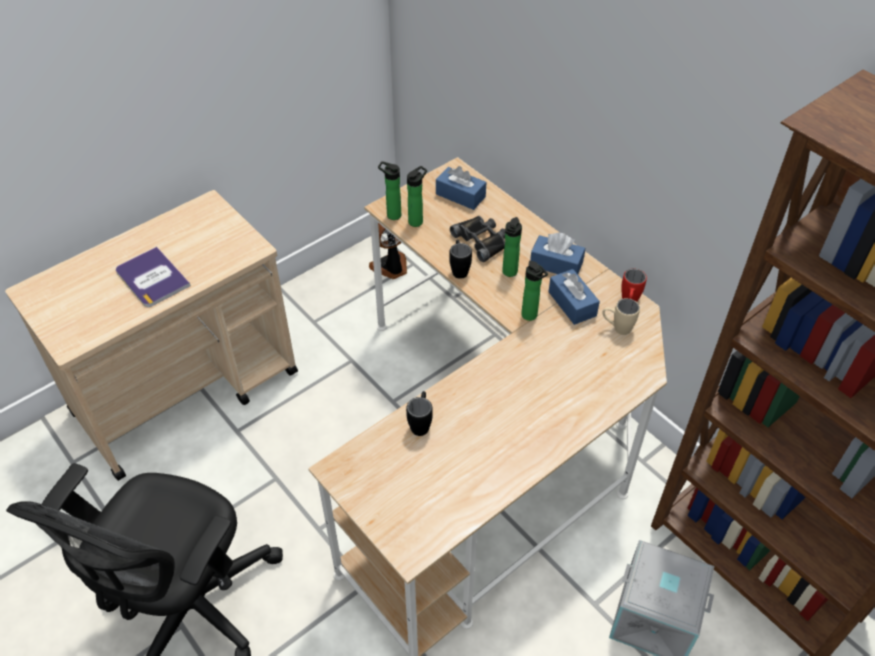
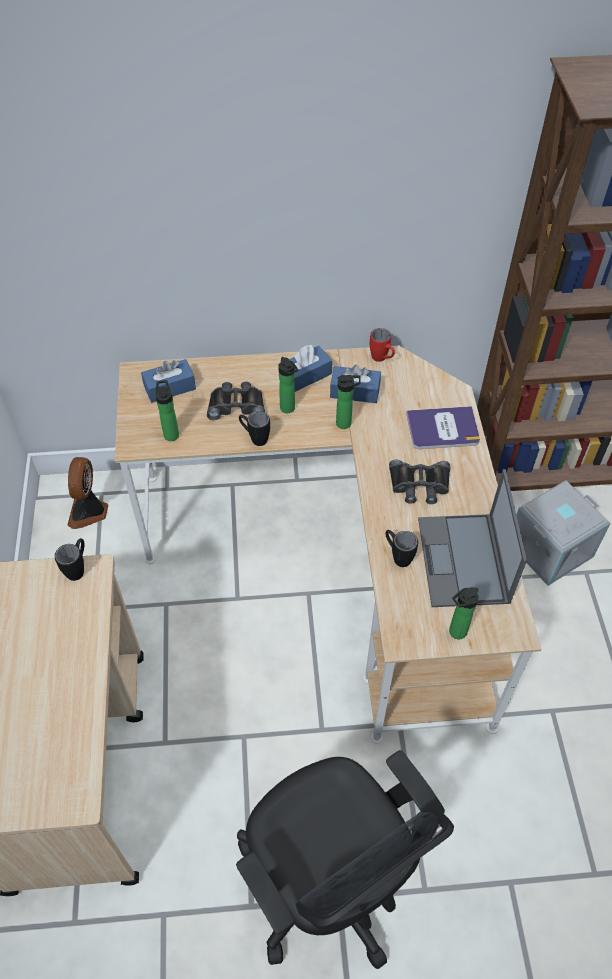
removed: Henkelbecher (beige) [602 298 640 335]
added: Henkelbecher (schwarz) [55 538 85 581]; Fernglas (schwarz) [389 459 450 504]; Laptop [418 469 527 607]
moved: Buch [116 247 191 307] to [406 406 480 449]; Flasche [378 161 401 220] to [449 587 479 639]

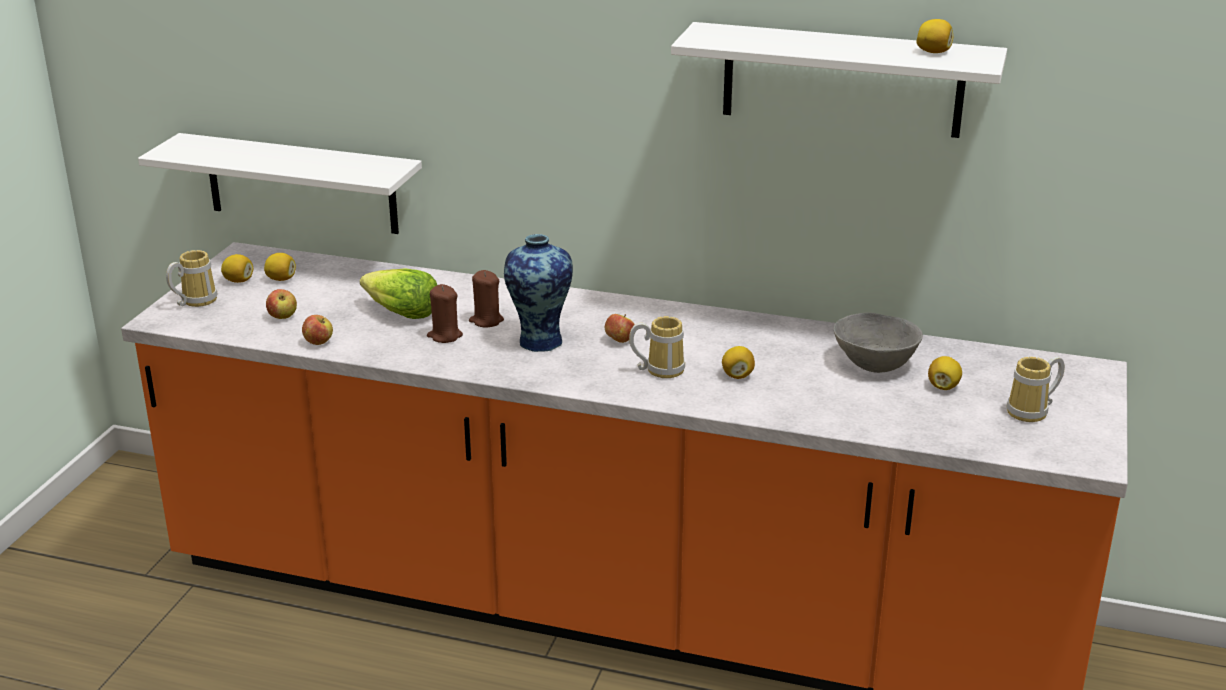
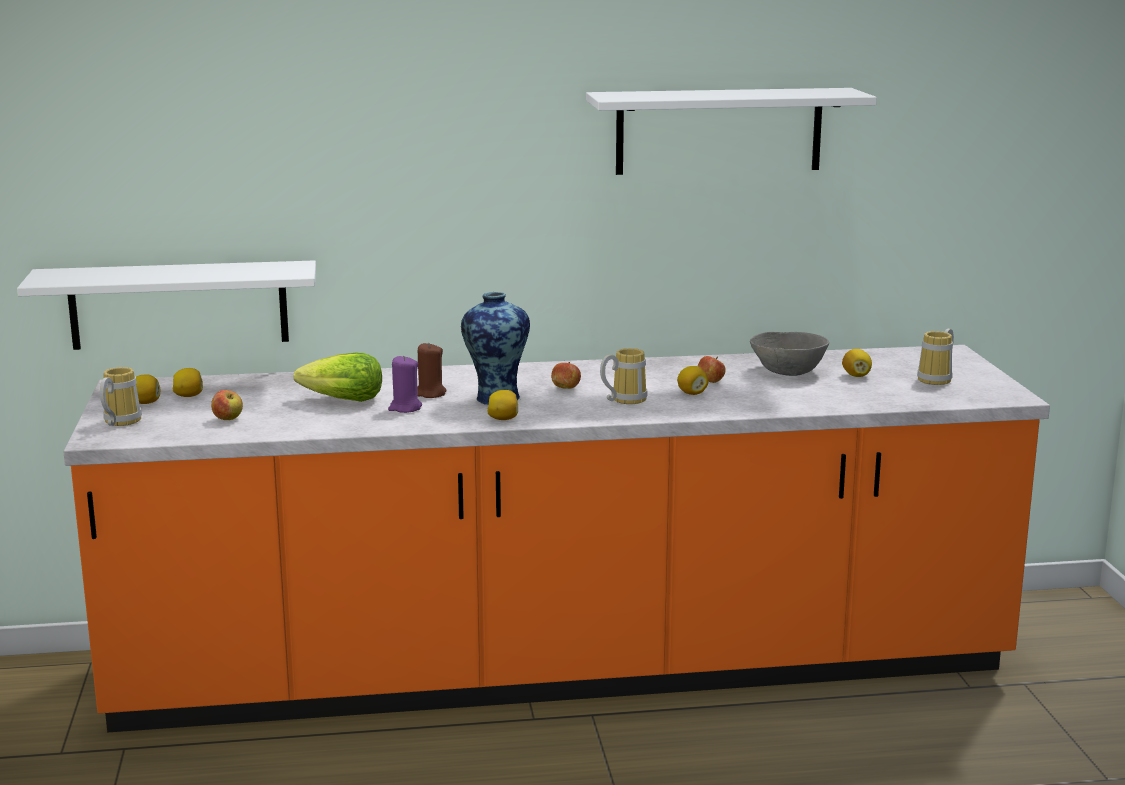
moved: Zitrone [917 19 953 53] to [487 390 518 420]; Apfel [302 315 333 345] to [698 356 726 383]
recoloured: Kerze (braun) [427 284 463 343] to Kerze (lila) [388 356 422 413]

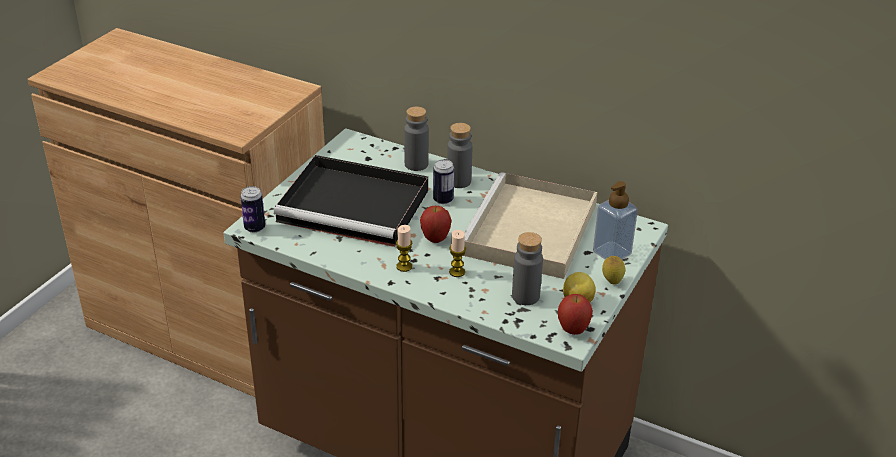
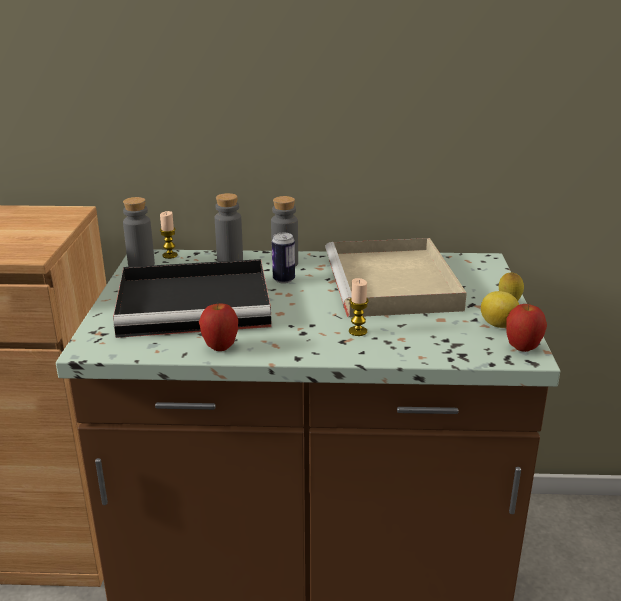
removed: Dose [240 186 265 233]; Seifenspender [593 181 638 260]
moved: Flasche (grau) [512 232 543 305] to [123 197 155 267]; Kerze [396 225 412 272] to [160 211 178 259]; Apfel [420 206 452 243] to [199 303 238 351]

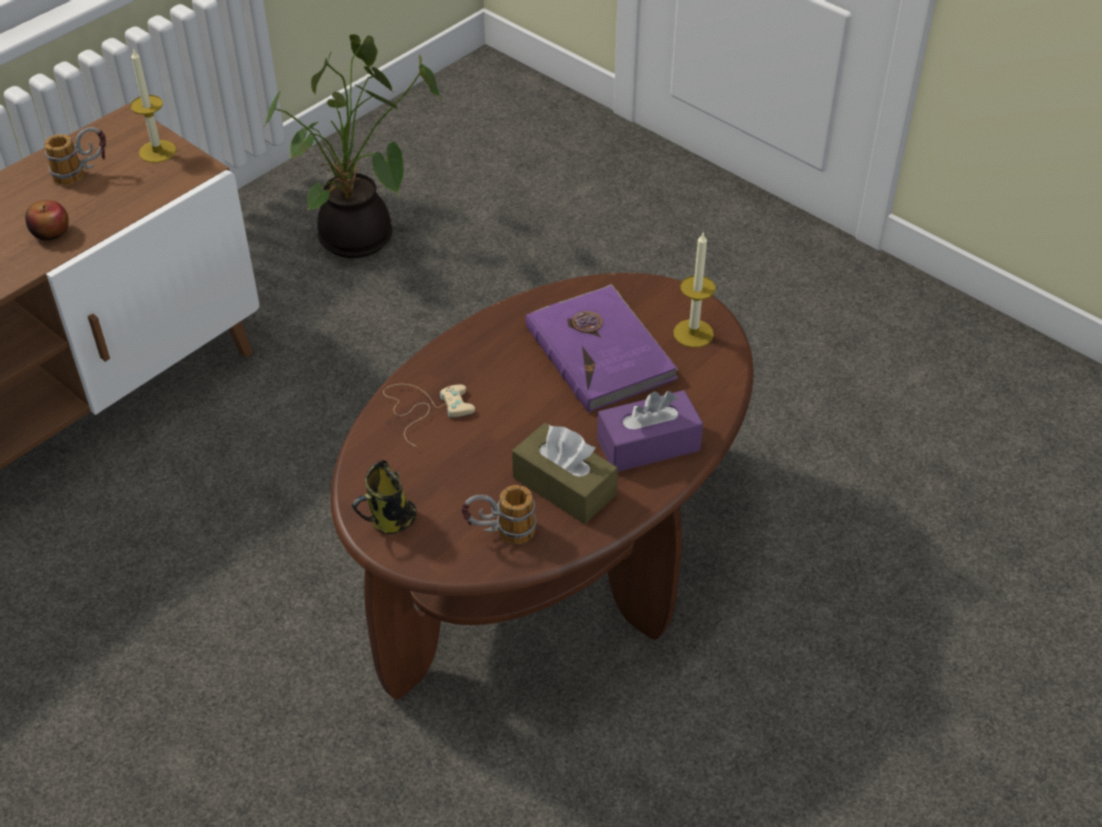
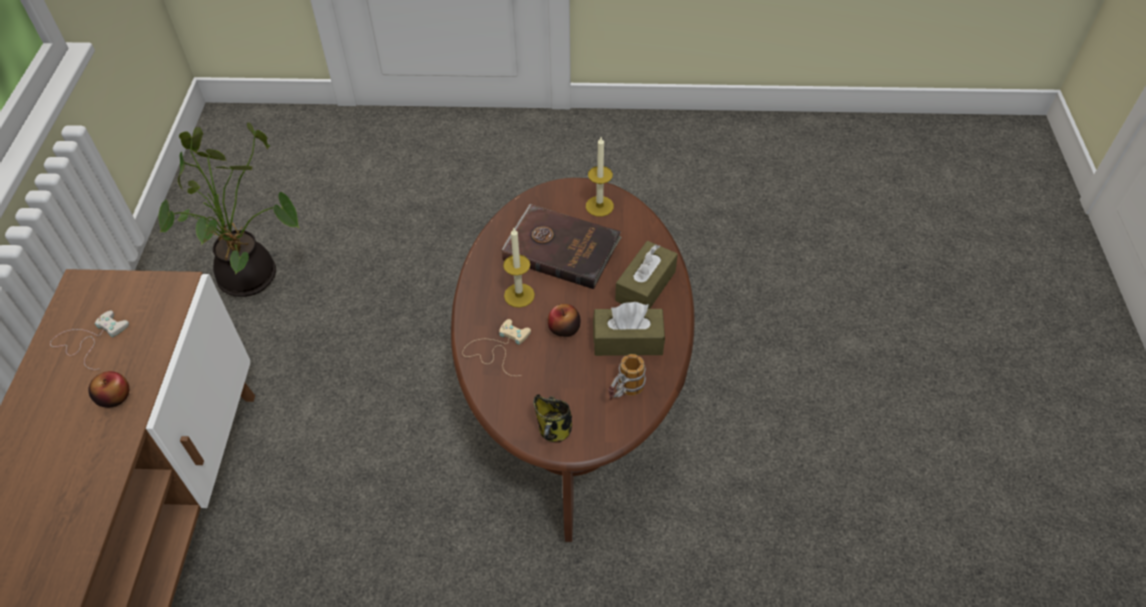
added: Apfel [548 304 580 337]
moved: Kerze [130 48 176 163] to [503 228 535 308]
replaced: Henkelbecher [44 127 106 185] to Gamepad (weiß) [50 311 129 369]
recoloured: Buch (lila) [526 284 678 413] to Buch (braun) [502 204 622 289]; Taschentuchbox (lila) [597 390 703 472] to Taschentuchbox (braun) [615 241 678 309]

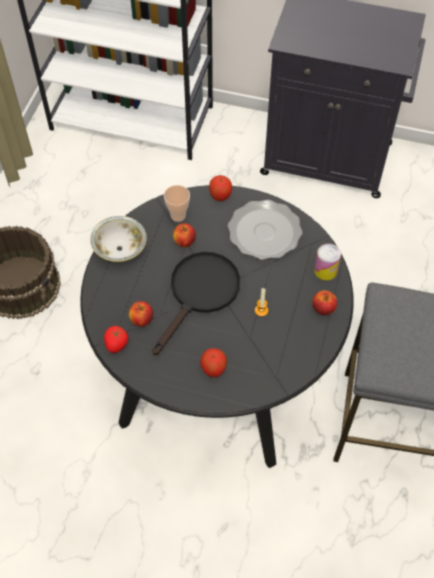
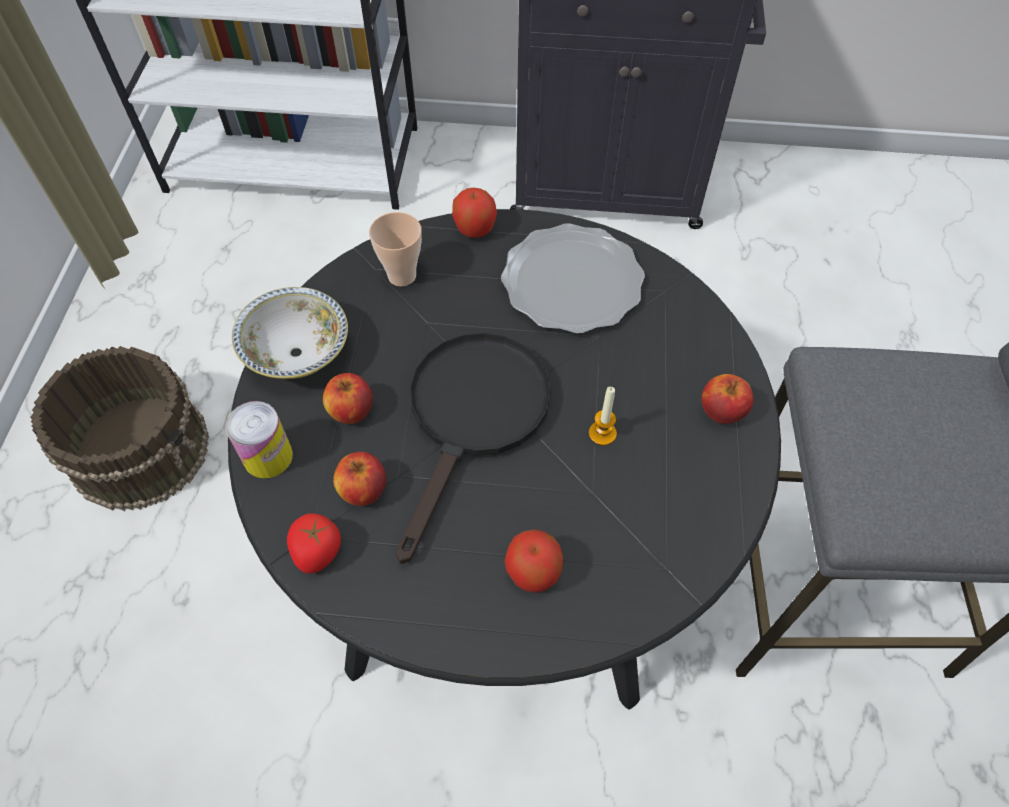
moved: Dose [314 244 341 281] to [225 401 293 479]; Apfel [173 223 196 247] to [323 373 373 424]

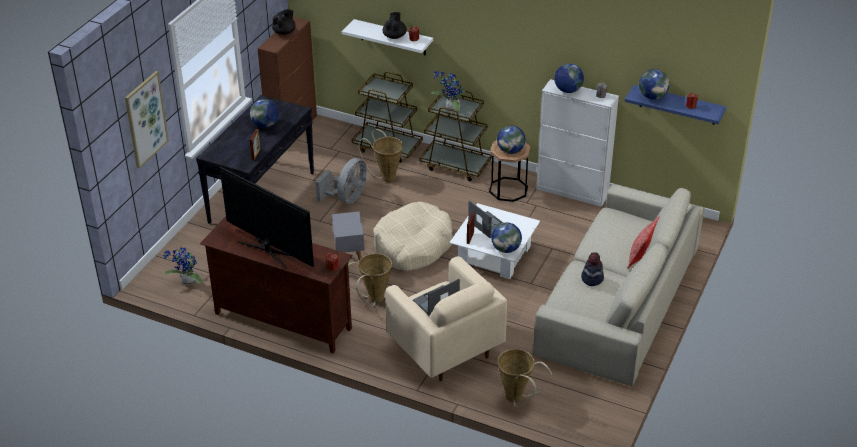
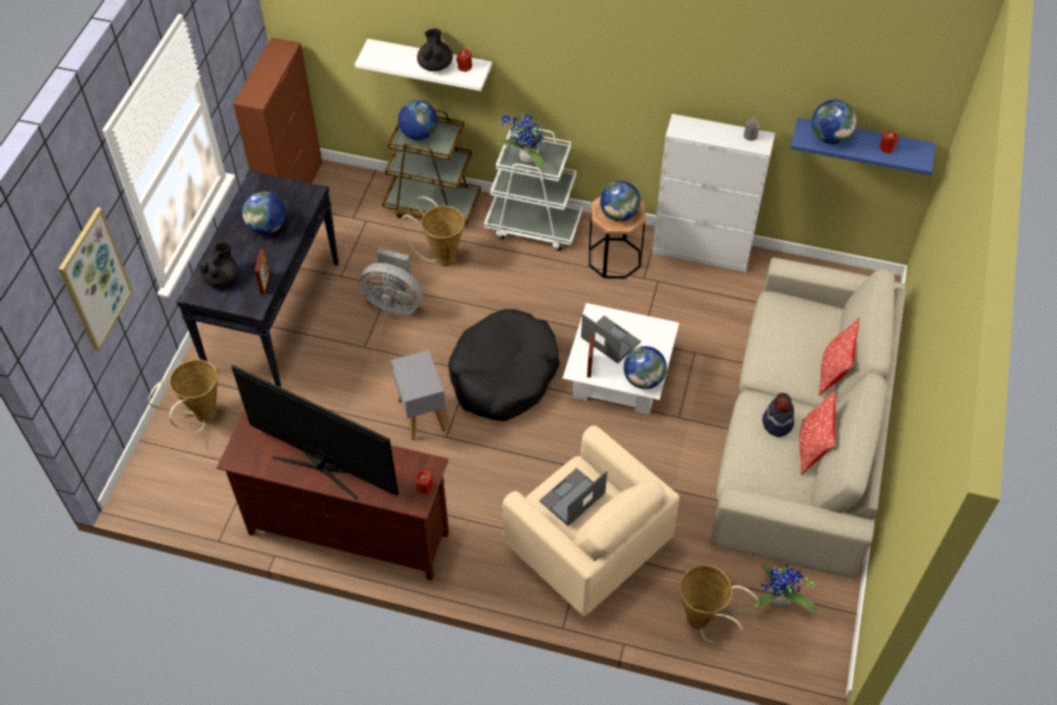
added: Kissen [799 391 836 475]
moved: Korb [348 253 392 306] to [148 359 218 432]; Teekanne (schwarz) [272 9 296 35] to [200 242 238 287]; Globus [554 64 584 93] to [398 100 438 140]; Topfpflanze [163 248 203 285] to [756 564 816 613]
recoloured: Hundebett (beige) [373 202 453 271] to Hundebett (schwarz) [448 309 560 421]; Rollwagen (braun) [420 89 492 181] to Rollwagen (weiß) [484 128 583 251]
turned: Ventilator (grau) [315 158 367 204] = [359 248 423 315] 90 degrees clockwise

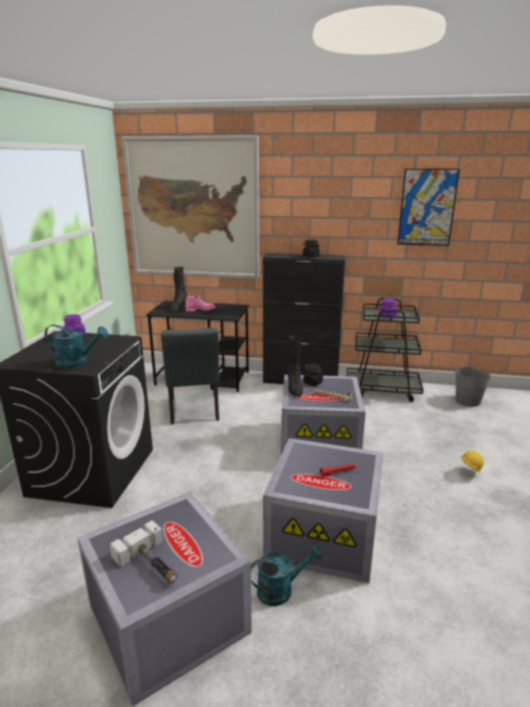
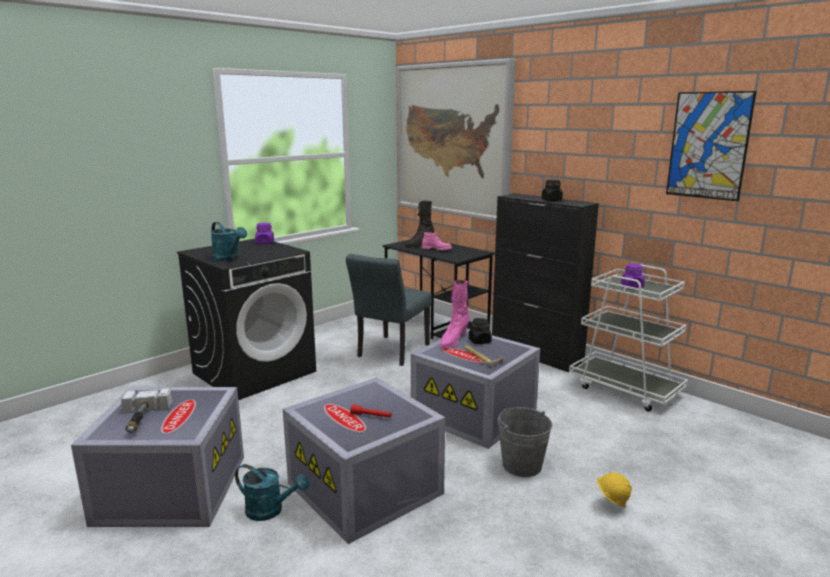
moved: Eimer (grau) [455 366 490 407] to [497 407 552 477]
recoloured: Stiefel (schwarz) [288 335 303 397] to Stiefel (rosa) [440 280 470 348]; Rollwagen (schwarz) [347 298 423 402] to Rollwagen (weiß) [569 265 688 412]

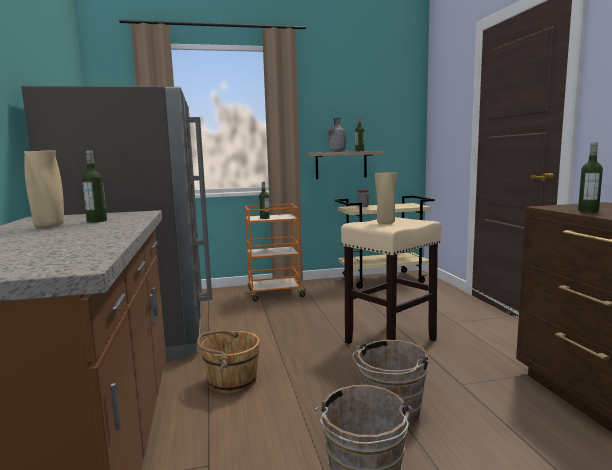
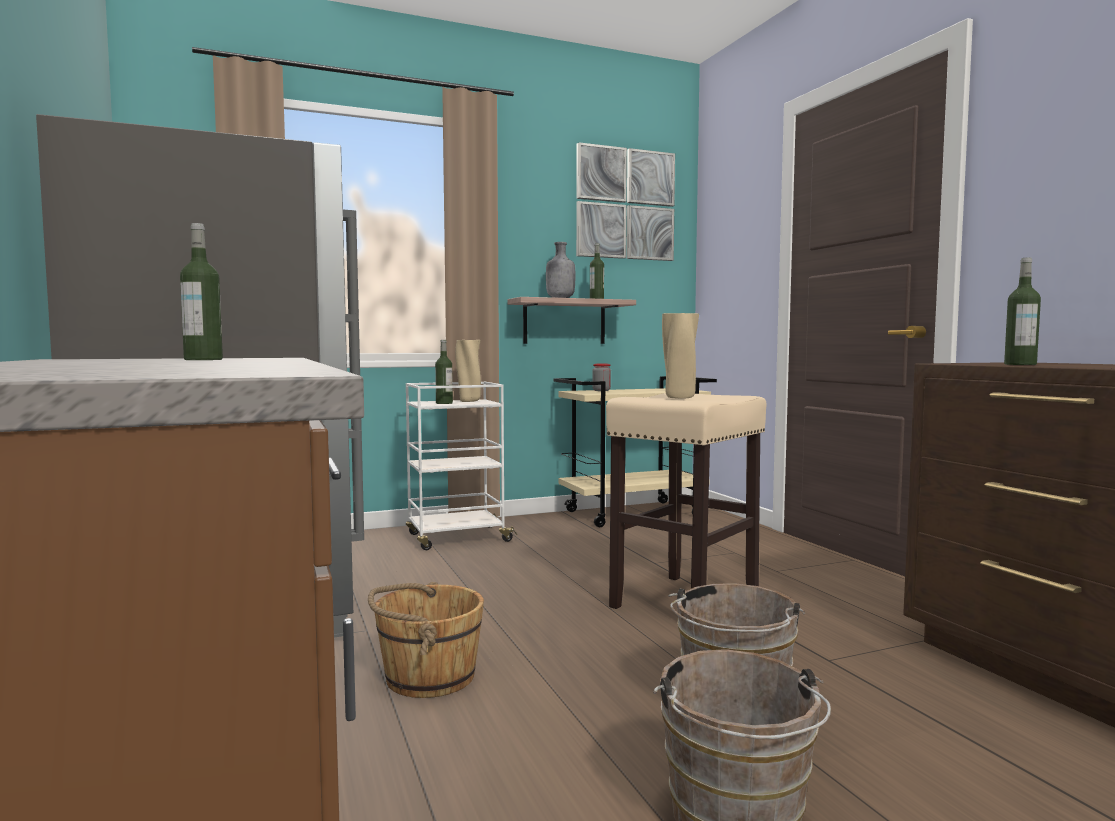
added: Bild [576 142 675 261]
moved: Vase (beige) [24 151 64 228] to [455 340 481 402]
recoloured: Rollwagen (orange) [245 204 308 302] to Rollwagen (weiß) [406 382 517 550]

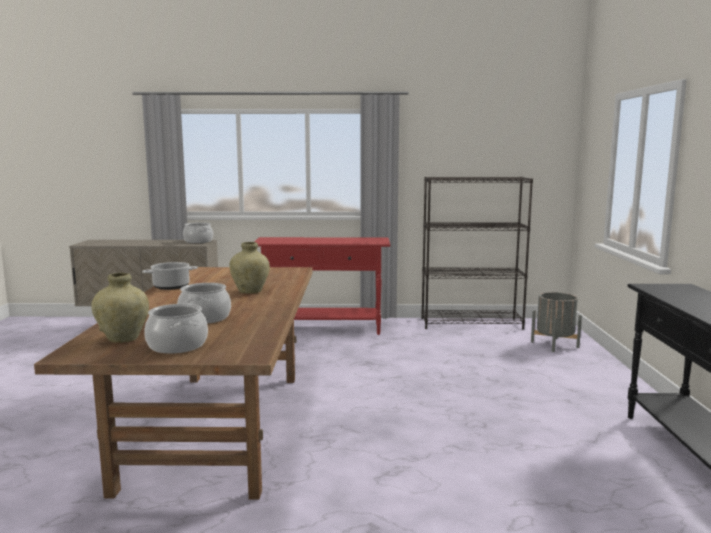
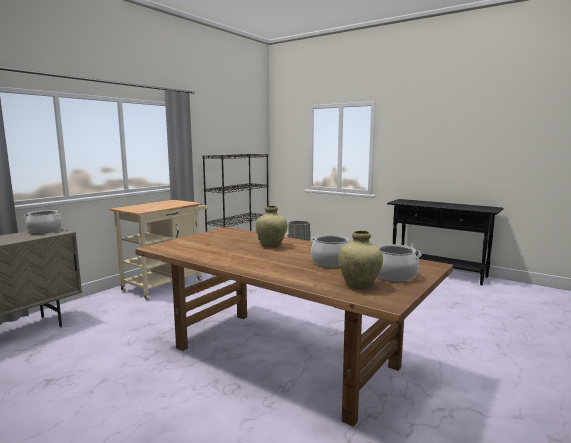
removed: Kochtopf [142 262 198 290]
replaced: Konsolentisch (rot) [254 237 391 335] to Rollwagen (beige) [110 200 208 301]

